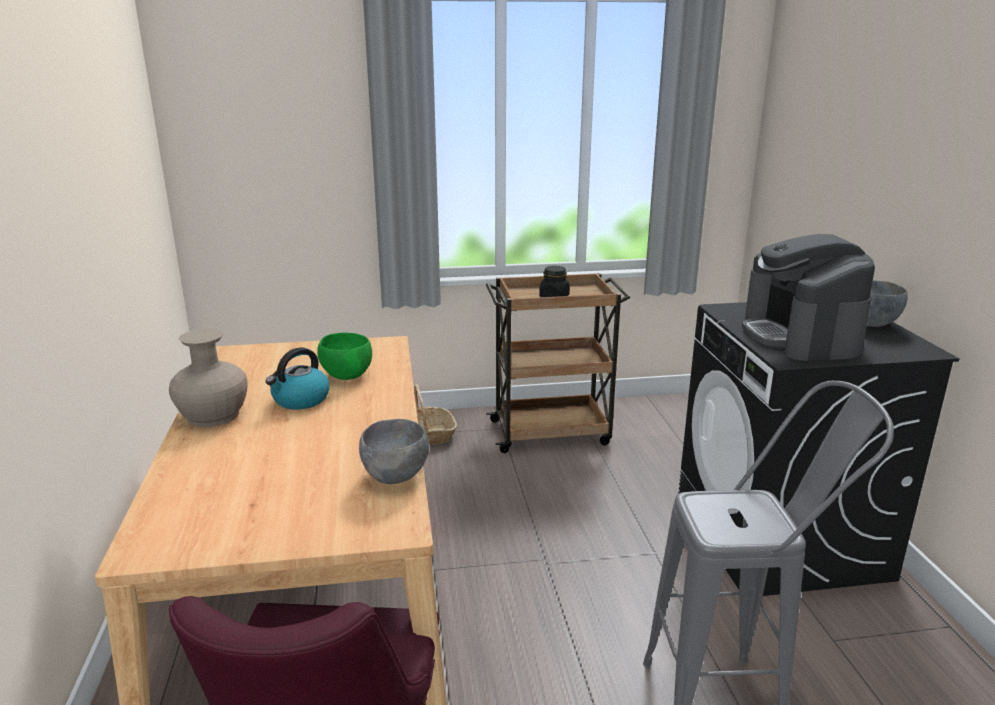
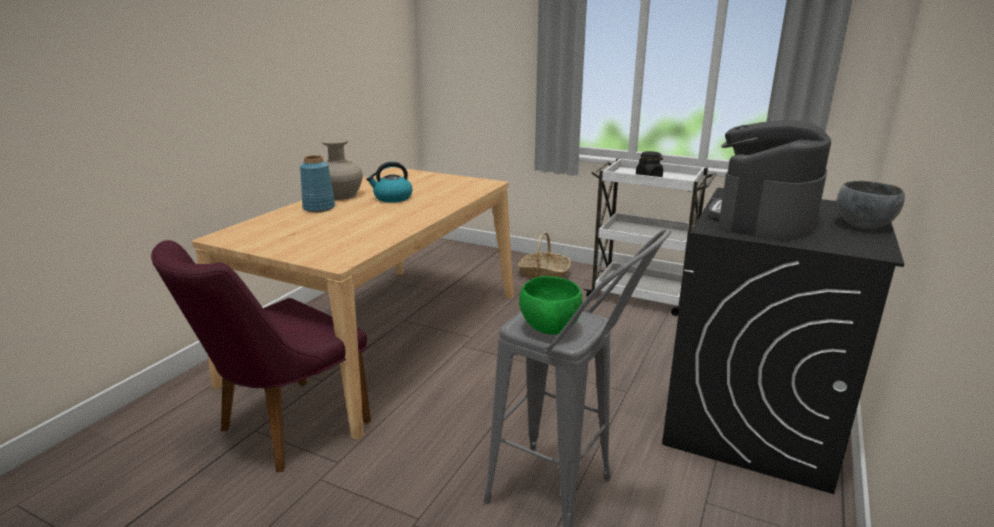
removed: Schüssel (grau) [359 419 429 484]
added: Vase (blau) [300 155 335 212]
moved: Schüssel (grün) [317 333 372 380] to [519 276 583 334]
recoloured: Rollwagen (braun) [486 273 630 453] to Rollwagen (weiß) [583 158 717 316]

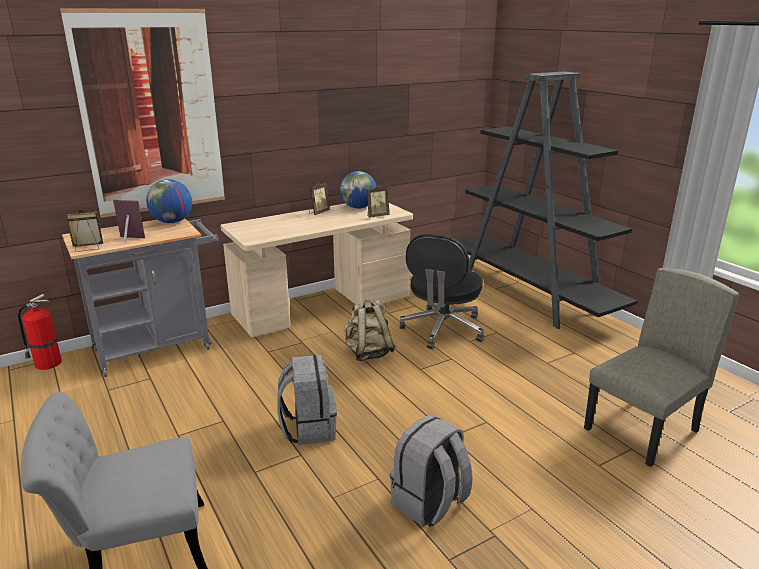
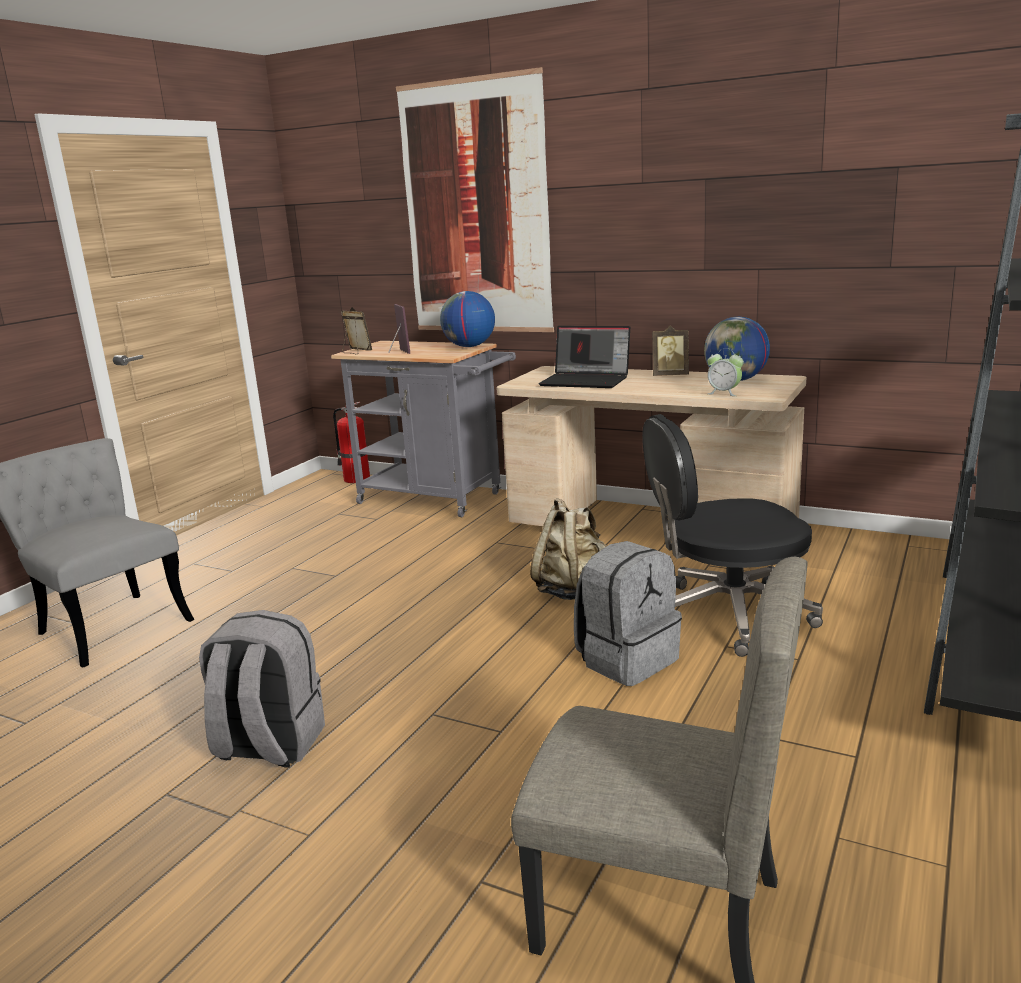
added: Laptop [538 326 630 388]
moved: Rucksack (grau) [277 355 337 445] to [574 541 682 686]
replaced: Bilderrahmen [367 185 390 218] to Wecker [708 348 744 396]

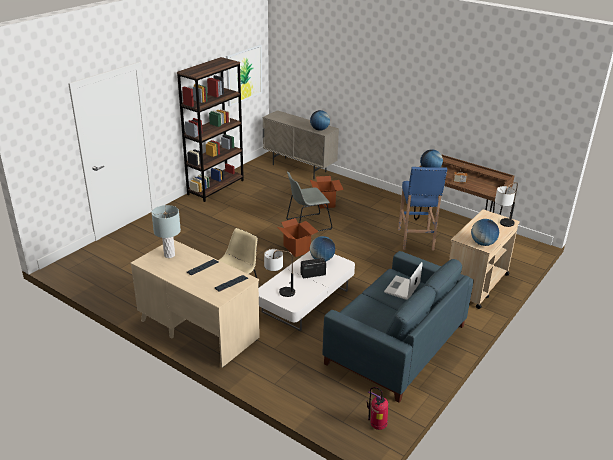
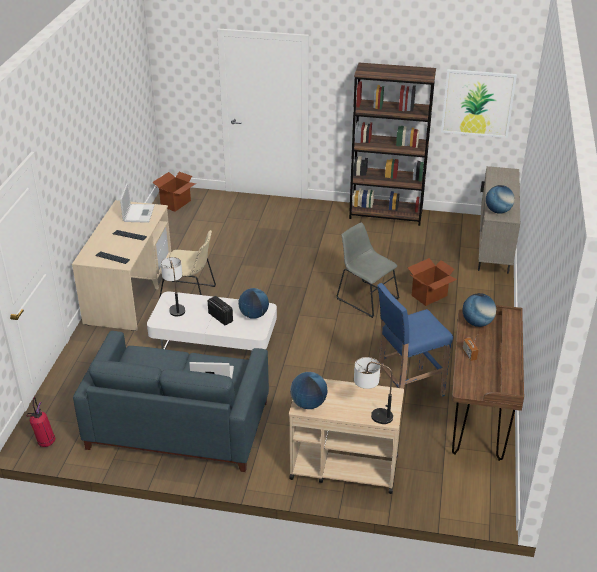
moved: Karton [277 218 318 257] to [152 172 196 212]
replaced: Tischlampe (grau) [151 205 181 258] to Laptop [120 183 155 223]

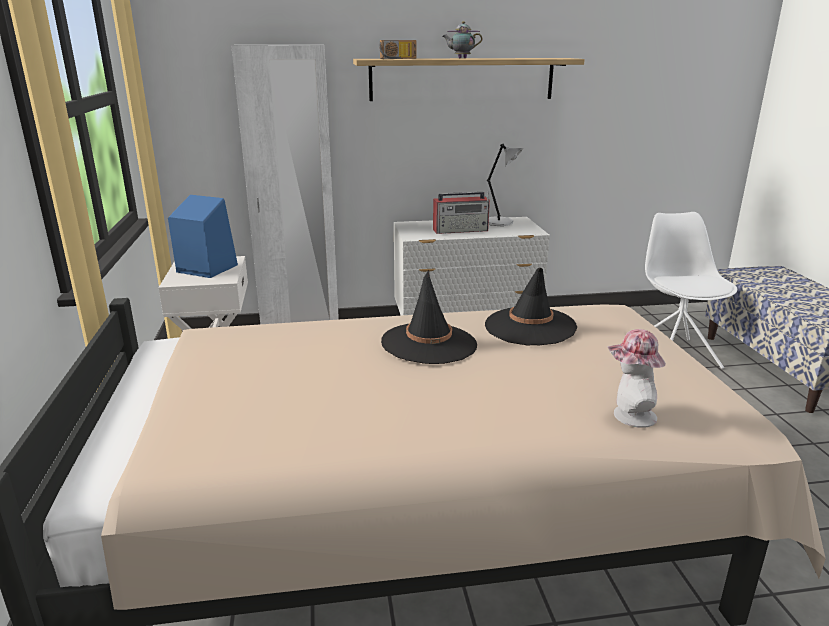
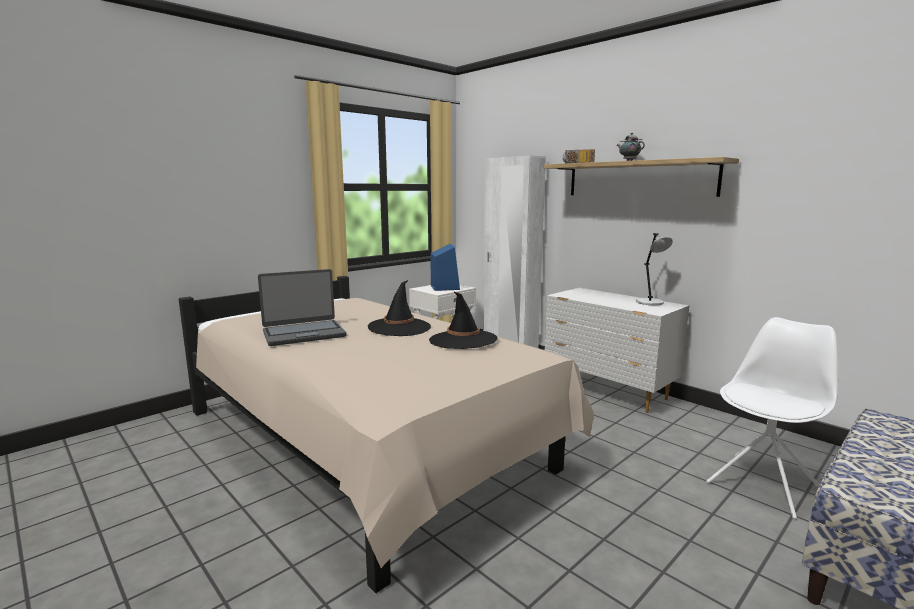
removed: Radio [433 192 490 234]; Hut [607 329 666 428]
added: Laptop [258 269 347 346]

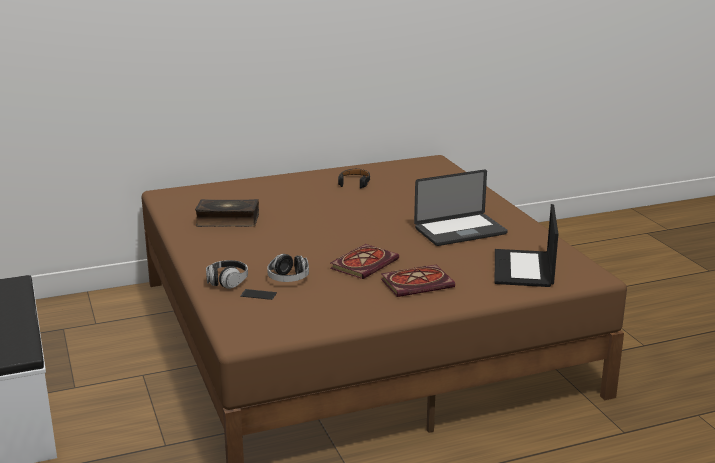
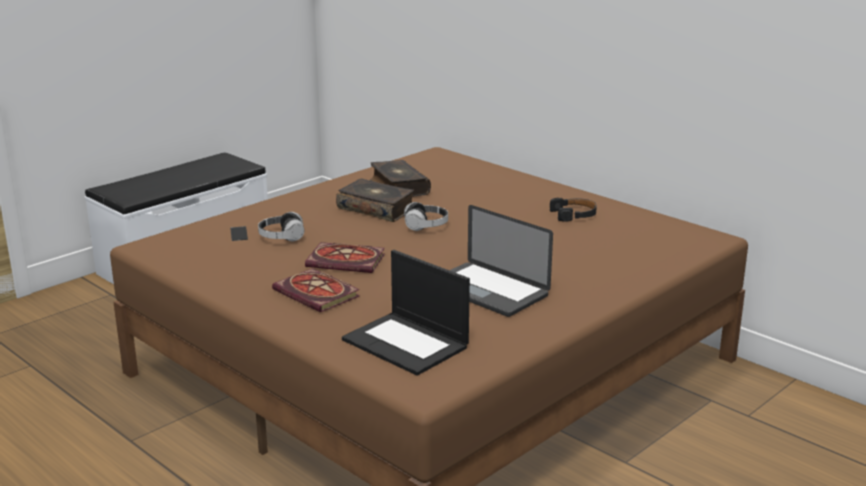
added: Buch [336 179 414 222]
moved: Kopfhörer [206 260 248 289] to [404 202 448 231]
turned: Laptop [495 204 558 287] = [342 250 470 375] 120 degrees counterclockwise

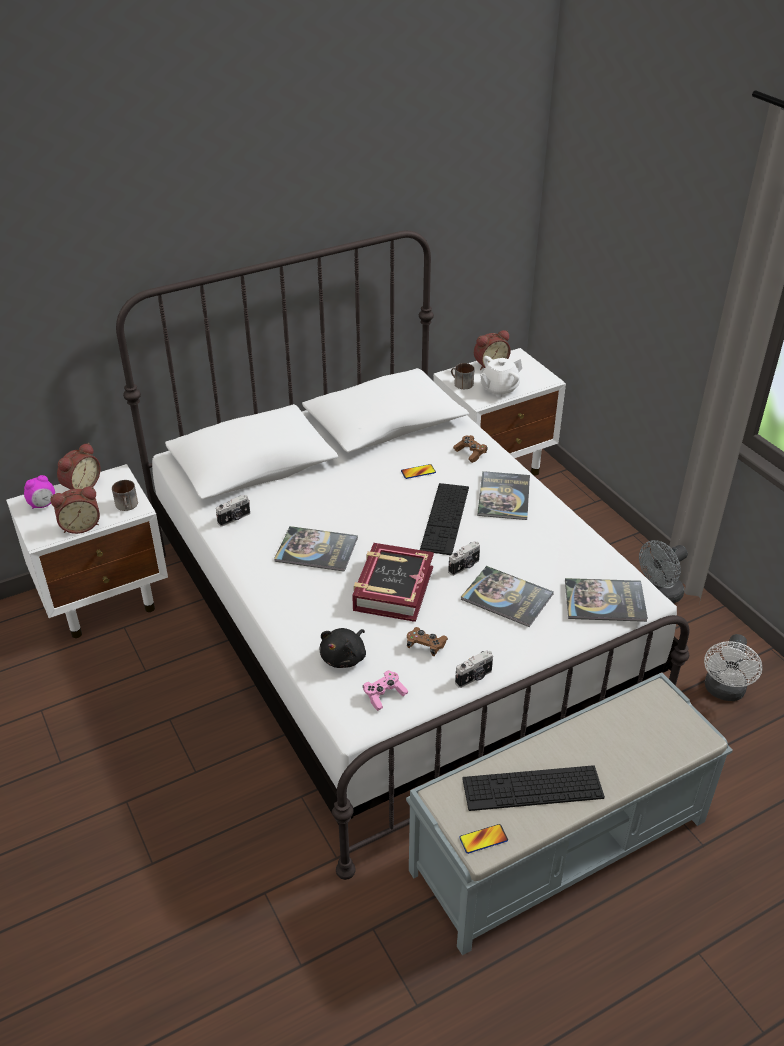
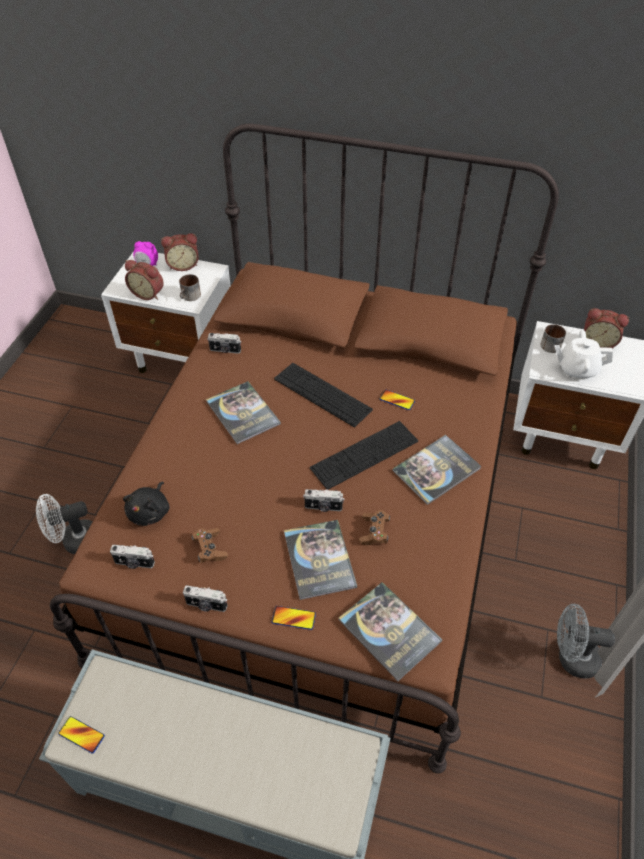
removed: Buch [352 543 434 622]
added: Handy [272 606 316 630]
moved: Ventilator (weiß) [704 634 763 701] to [36 494 92 554]; Tastatur [462 765 605 811] to [274 363 373 428]; Gamepad (braun) [453 435 488 463] to [359 510 390 545]
replaced: Gamepad (rosa) [363 670 408 711] to Kamera [110 545 155 569]
recoloured: Bett (weiß) [116 231 689 880] to Bett (braun) [50 123 559 774]
turned: Plüschtier (schwarz) [319 628 366 668] = [123 481 169 526] 60 degrees counterclockwise

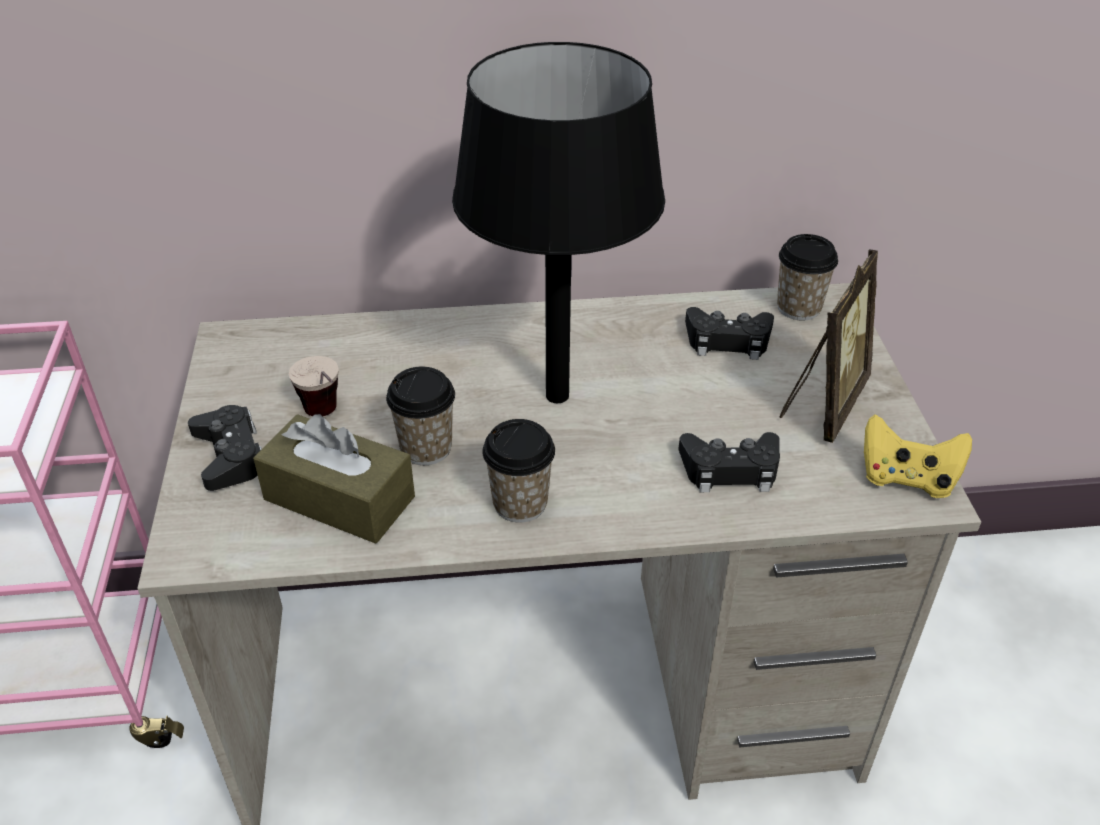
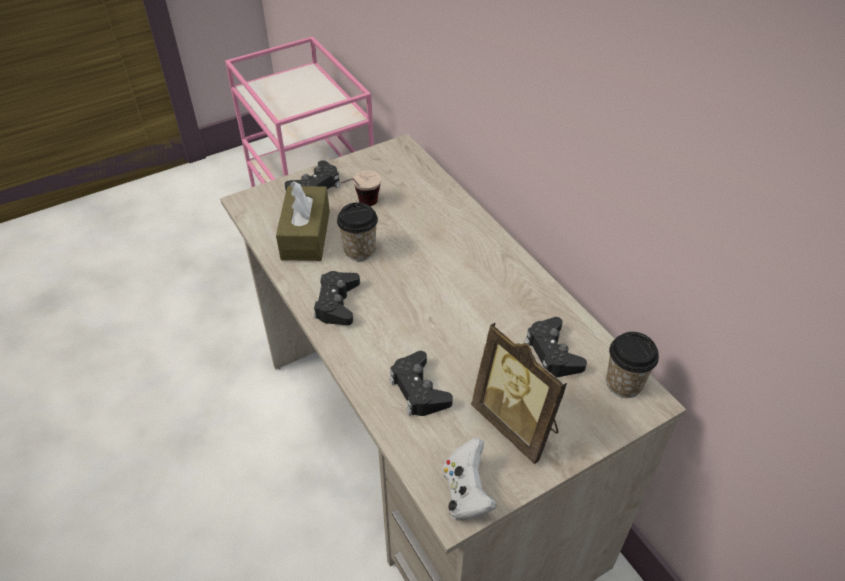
removed: Tischlampe (schwarz) [452 42 665 403]
replaced: Tasse [482 419 555 523] to Gamepad (schwarz) [314 271 360 325]
recoloured: Gamepad (gelb) [864 415 972 498] to Gamepad (weiß) [443 438 497 520]
turned: Bilderrahmen [779 250 878 443] = [471 323 567 464] 45 degrees clockwise

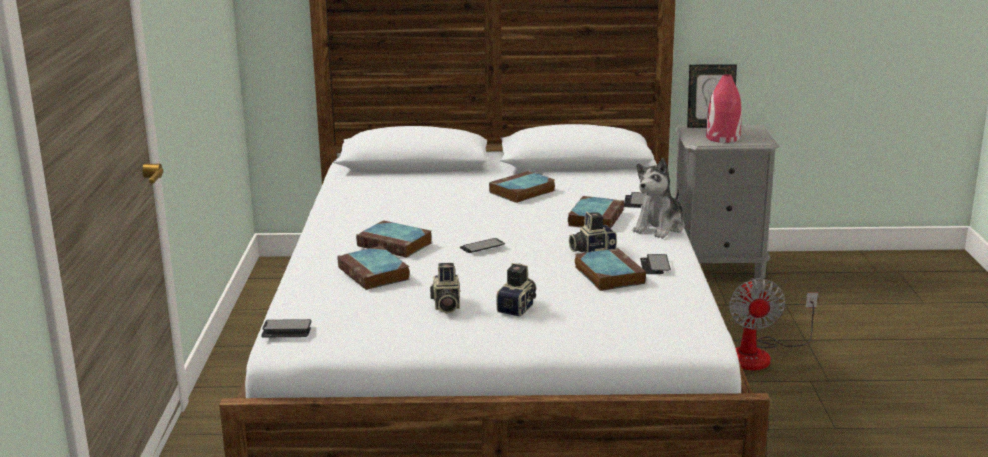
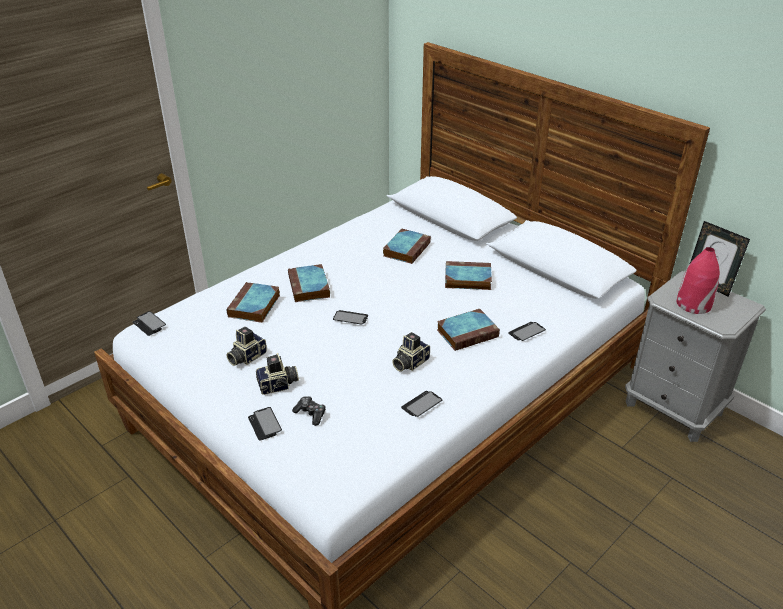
removed: Plüschtier [633 158 685 239]; Ventilator [729 278 818 370]
added: Handy [248 407 282 441]; Gamepad [292 396 326 426]
moved: Buch [575 248 646 291] to [383 229 431 264]
turned: Kamera [569 212 617 253] = [392 332 430 372] 75 degrees counterclockwise

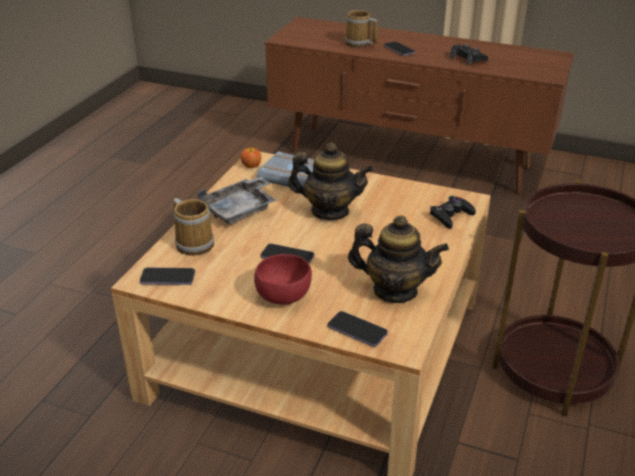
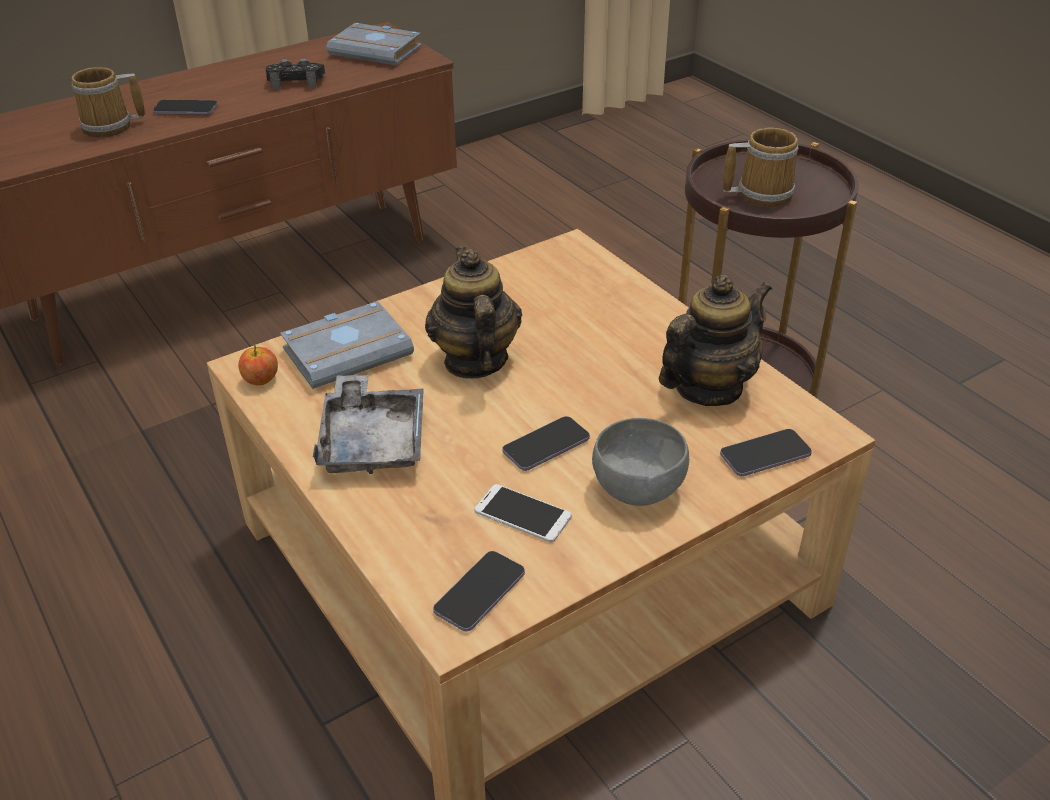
removed: Gamepad (schwarz) [430 196 476 229]
added: Buch (grau) [327 23 422 65]; Handy [474 484 572 542]
moved: Henkelbecher [173 198 214 256] to [723 127 799 207]
recoloured: Schüssel (rot) [254 254 312 305] to Schüssel (grau) [592 418 689 506]
turned: Teekanne [288 142 373 220] = [425 246 522 379] 60 degrees counterclockwise

